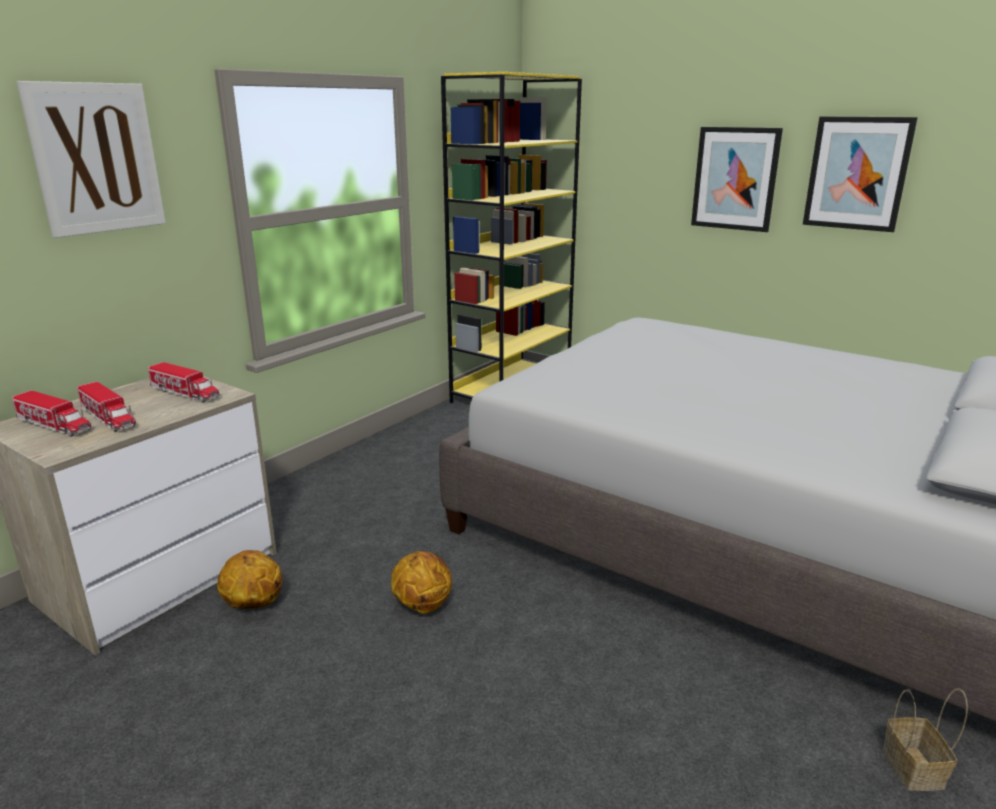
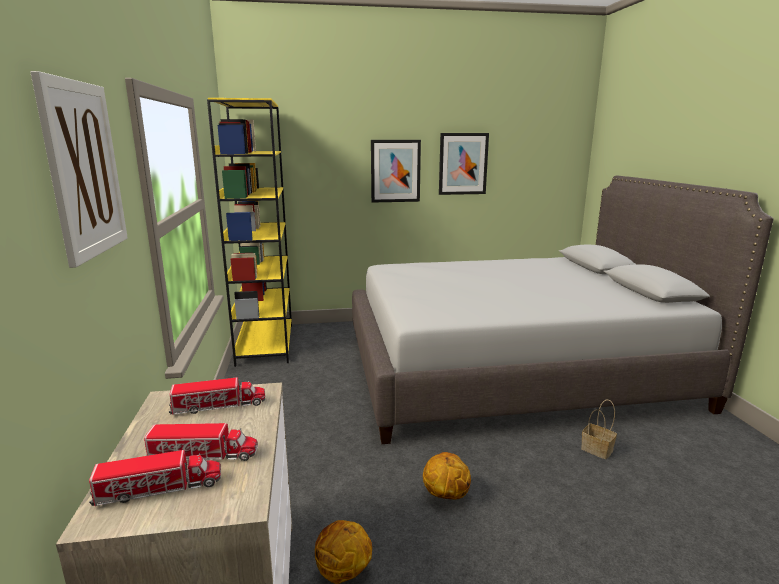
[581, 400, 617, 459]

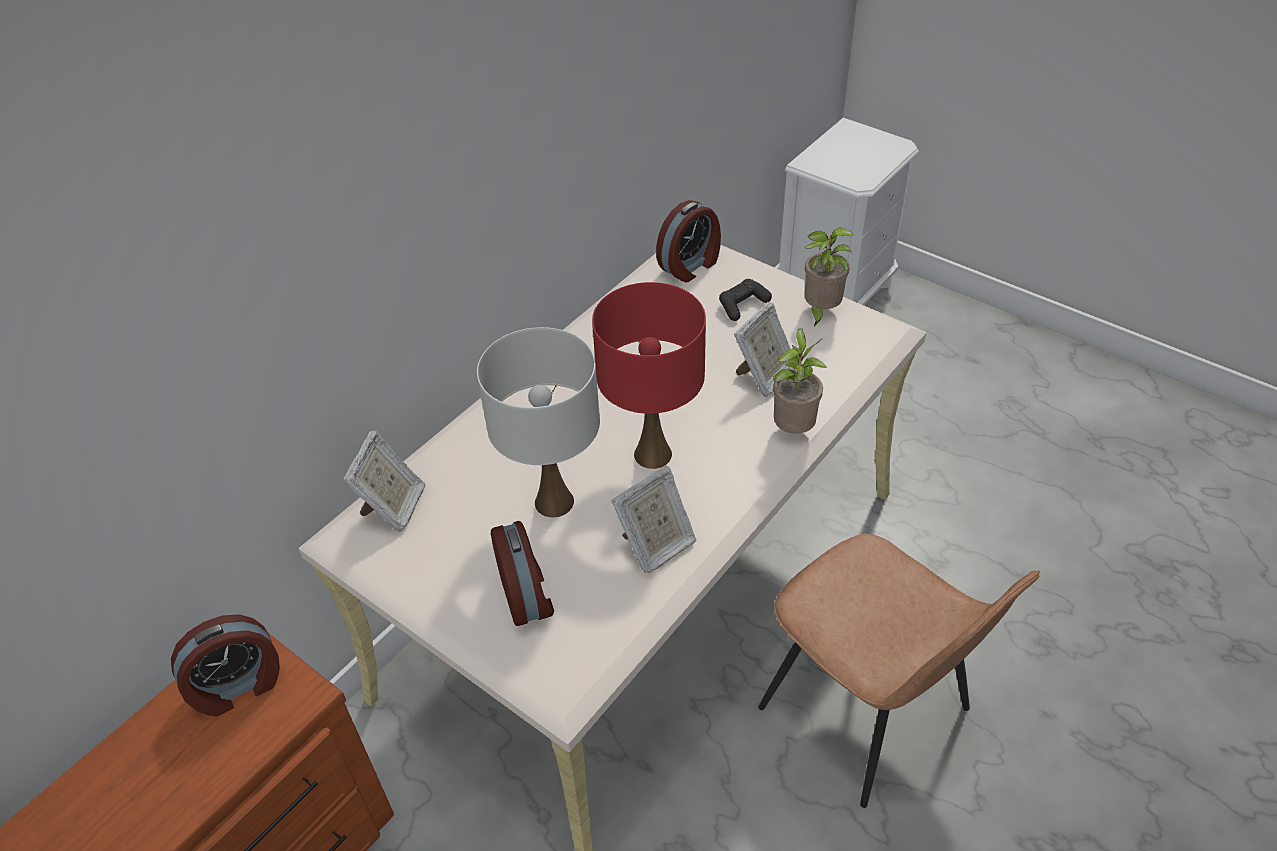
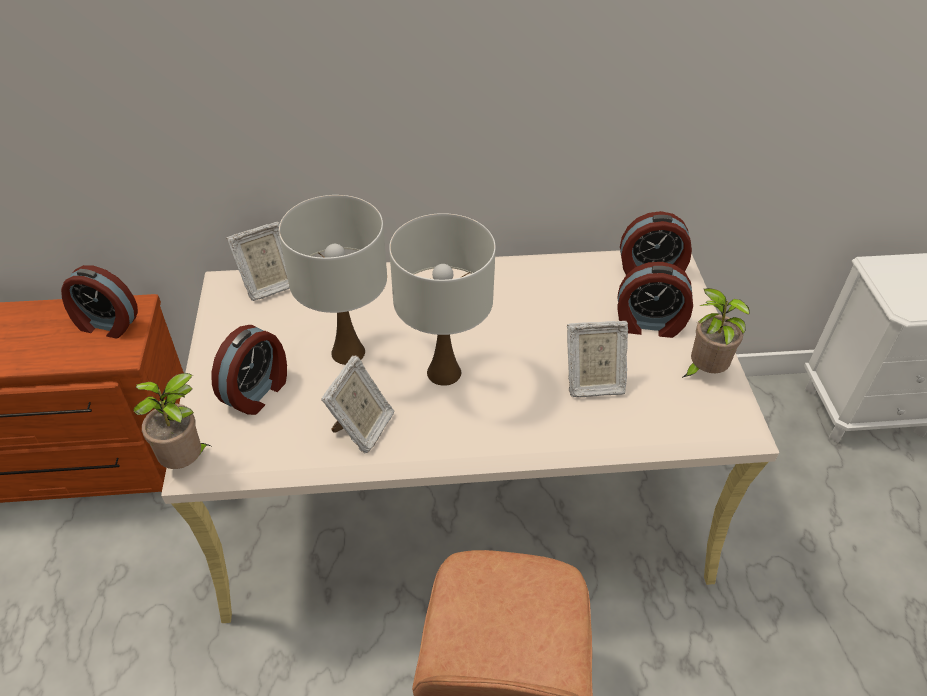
[133, 373, 213, 469]
[321, 355, 394, 454]
[389, 213, 496, 386]
[617, 262, 693, 338]

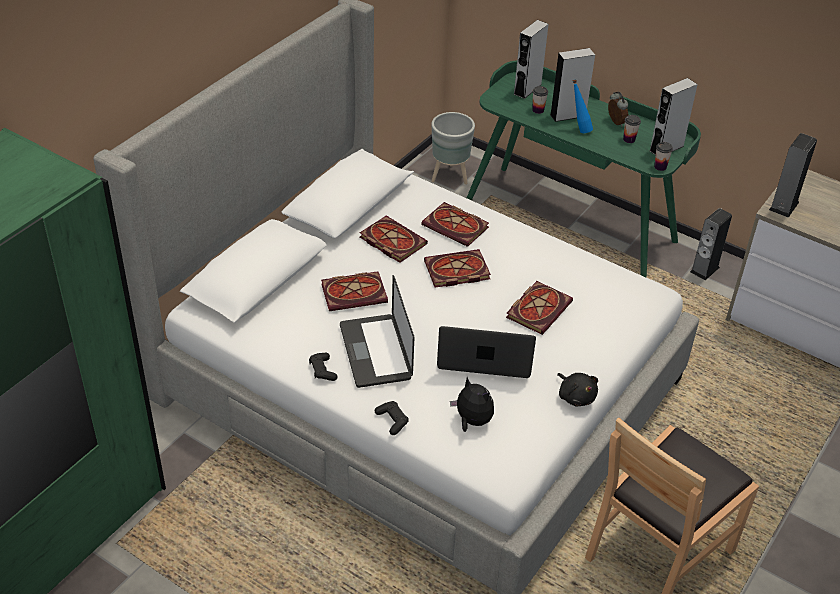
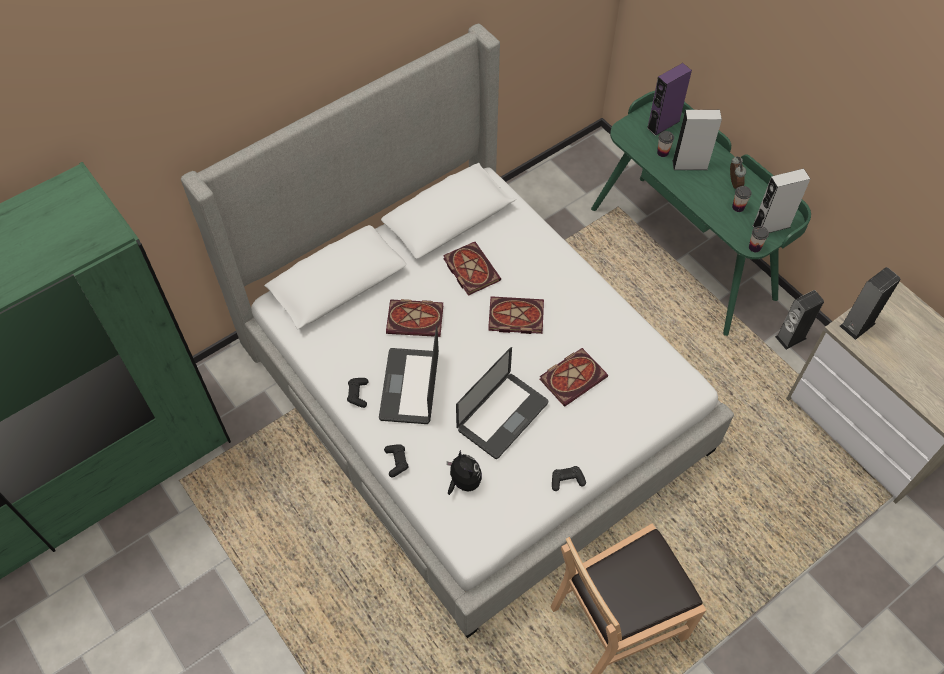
[456, 347, 548, 459]
[552, 466, 586, 491]
[647, 63, 692, 136]
[421, 202, 489, 247] (first image)
[431, 112, 475, 185] (first image)
[573, 80, 593, 133] (first image)

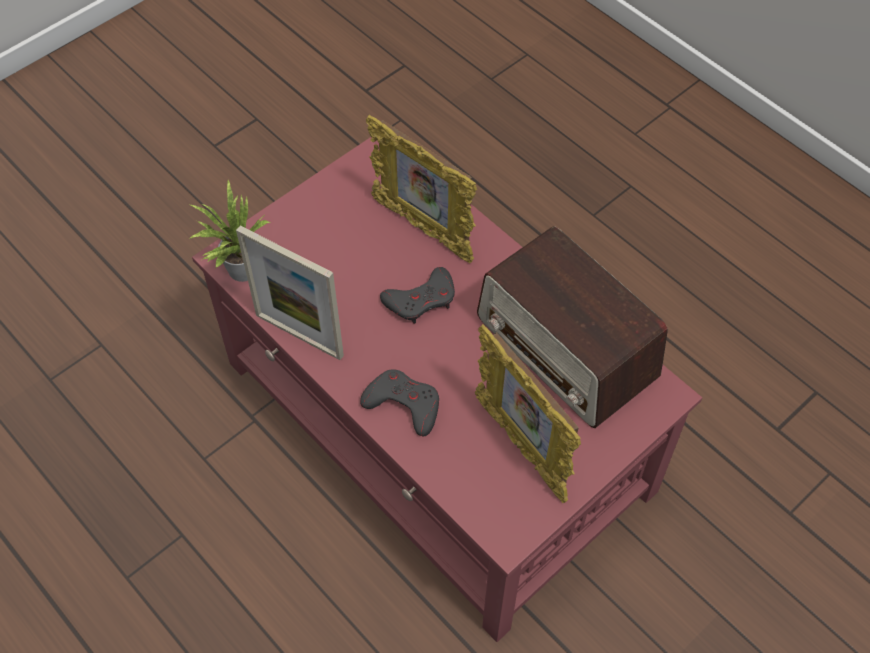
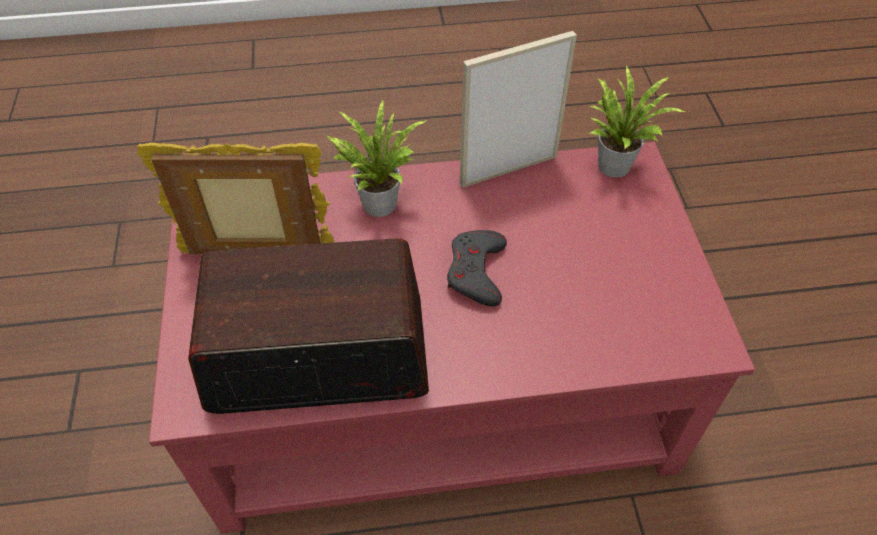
[326, 100, 427, 217]
[366, 115, 477, 263] (first image)

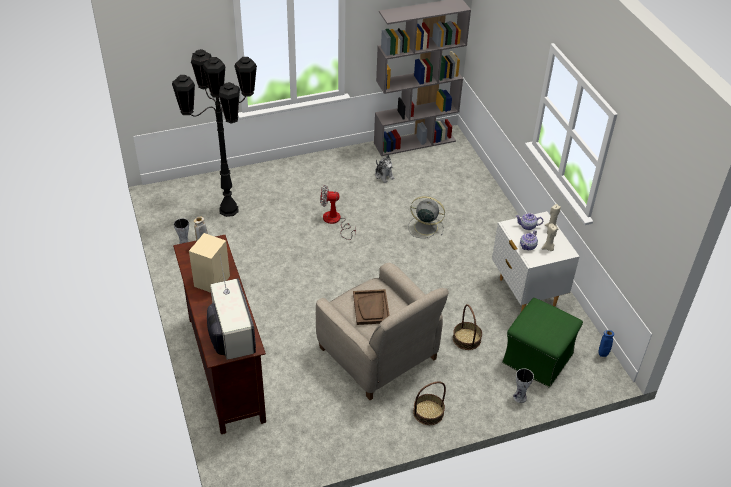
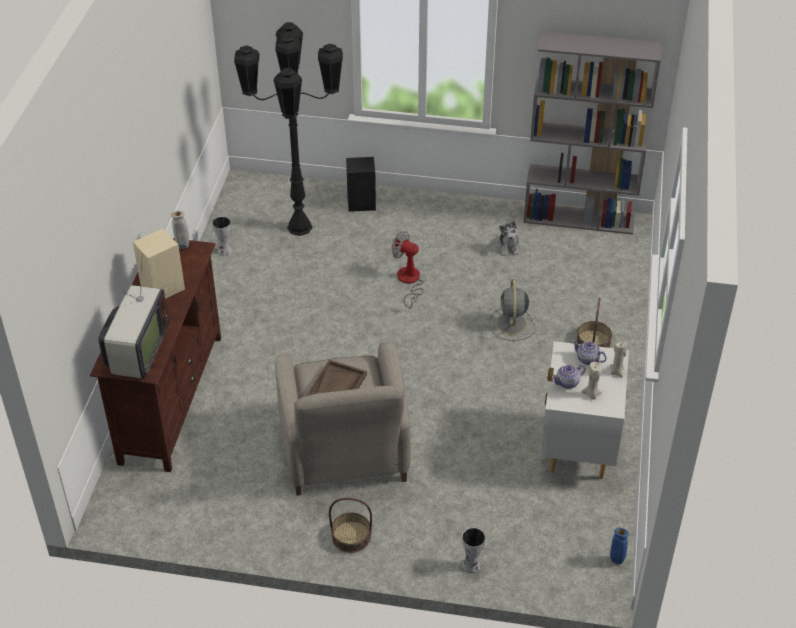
[346, 157, 376, 212]
[489, 279, 535, 341]
[576, 298, 612, 348]
[502, 298, 583, 387] (first image)

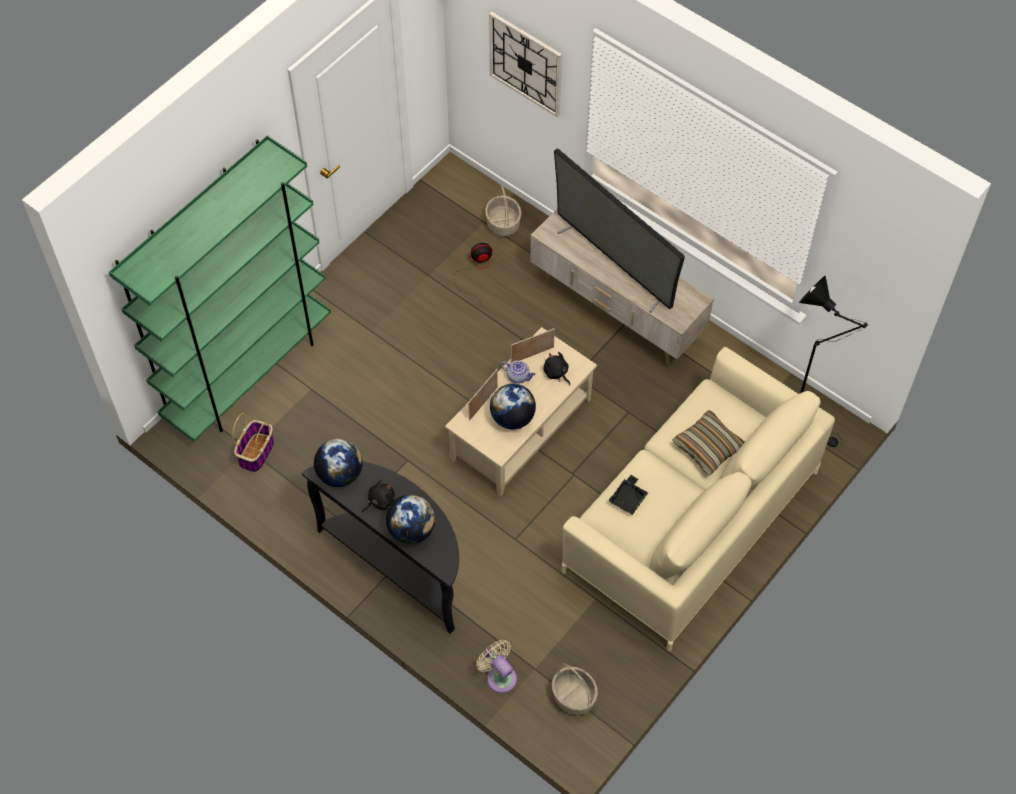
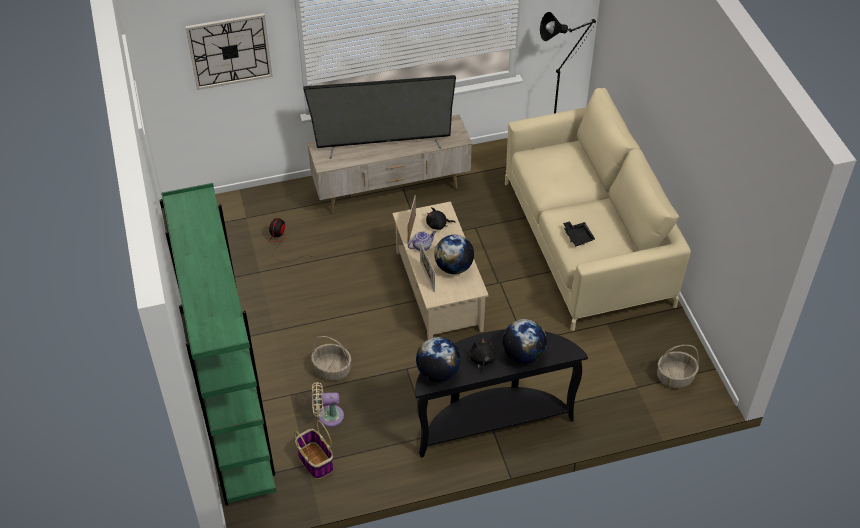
[311, 336, 351, 381]
[312, 382, 344, 427]
[672, 410, 745, 476] (first image)

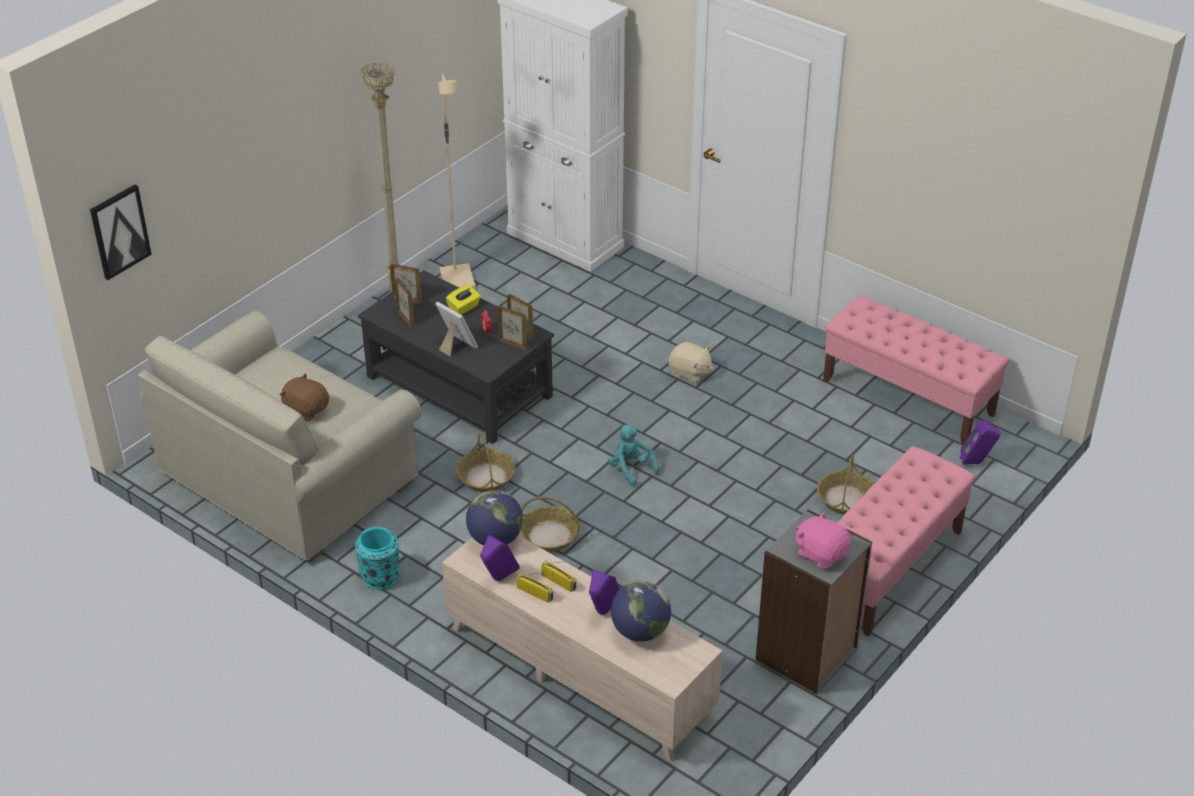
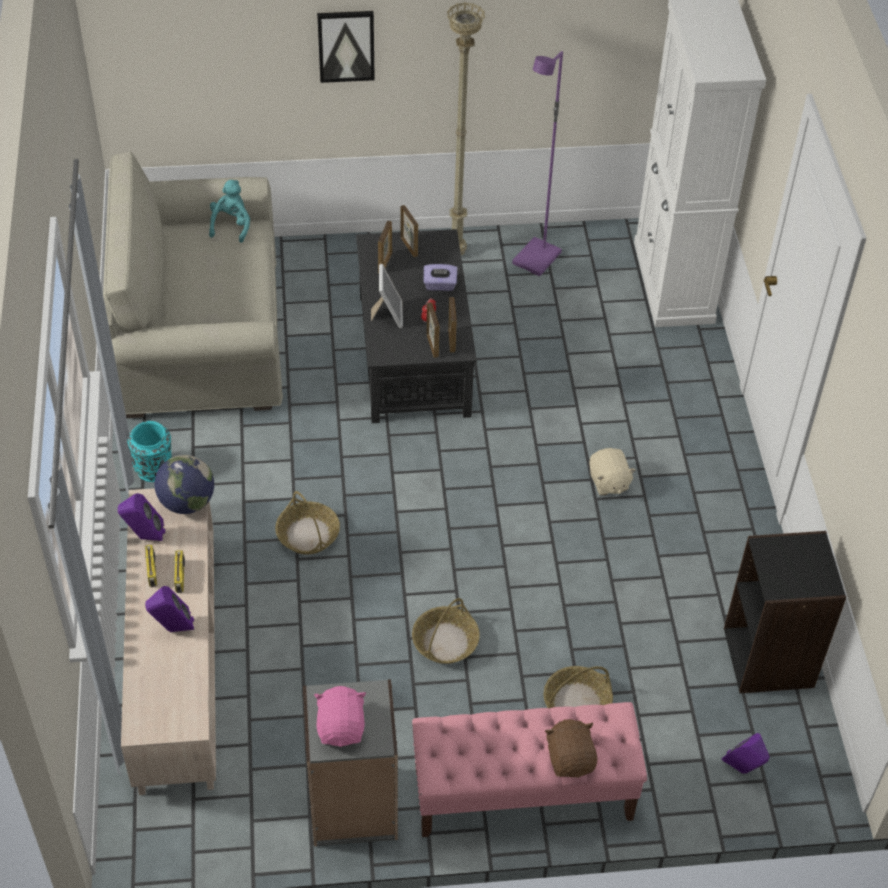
[209, 180, 250, 243]
[317, 11, 375, 83]
[412, 598, 480, 664]
[424, 264, 457, 291]
[512, 51, 563, 276]
[545, 719, 597, 778]
[724, 531, 846, 693]
[611, 581, 671, 642] (first image)

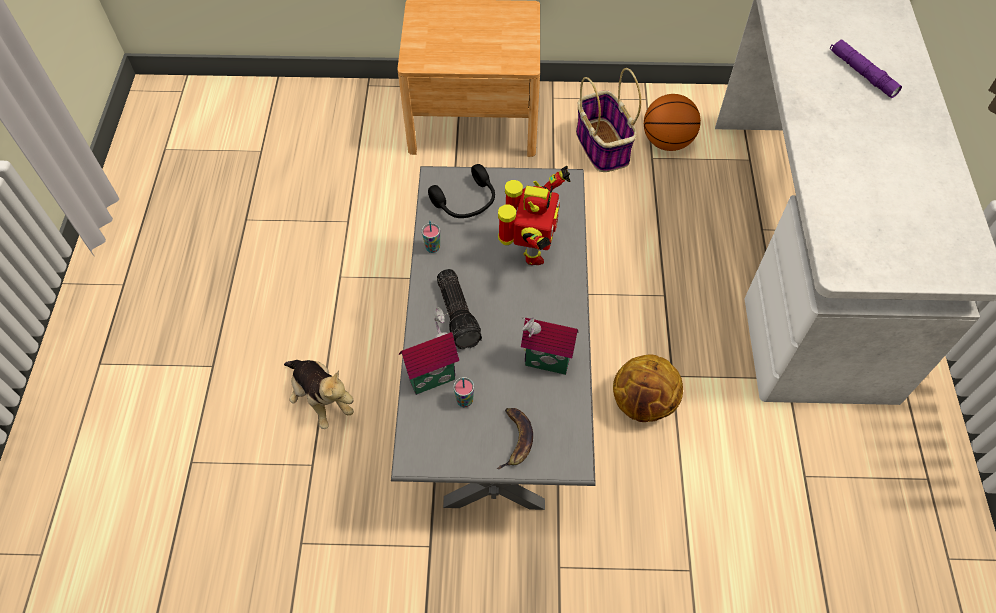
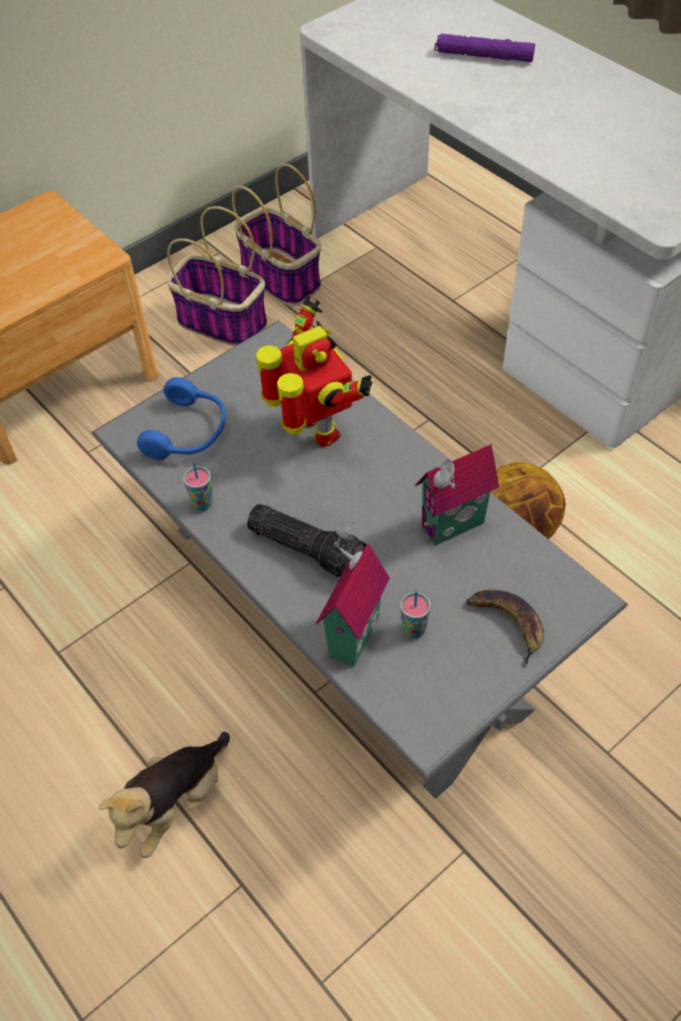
[98, 732, 230, 858]
[137, 377, 226, 459]
[232, 163, 321, 306]

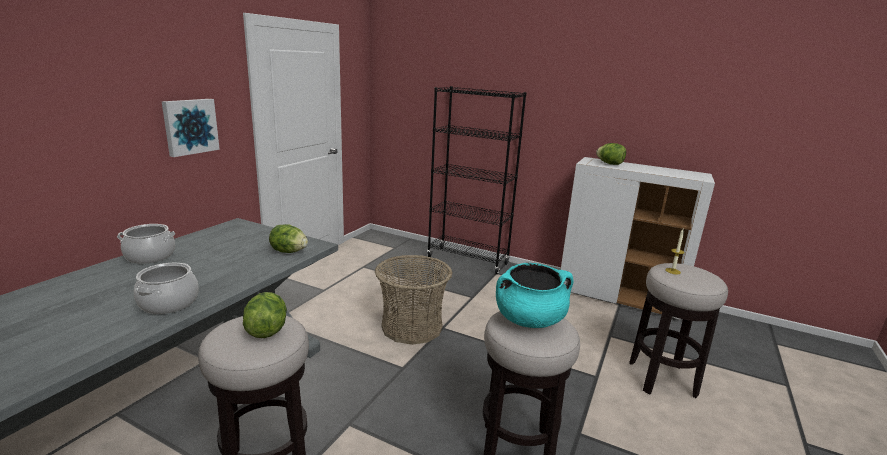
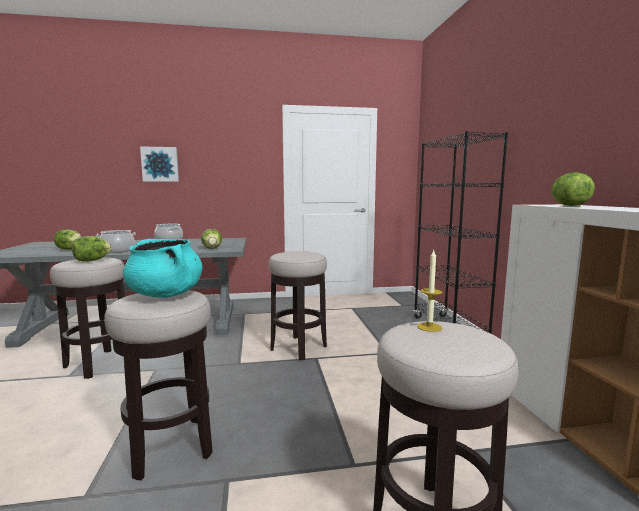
[54, 229, 82, 250]
[140, 146, 179, 182]
[269, 251, 327, 360]

